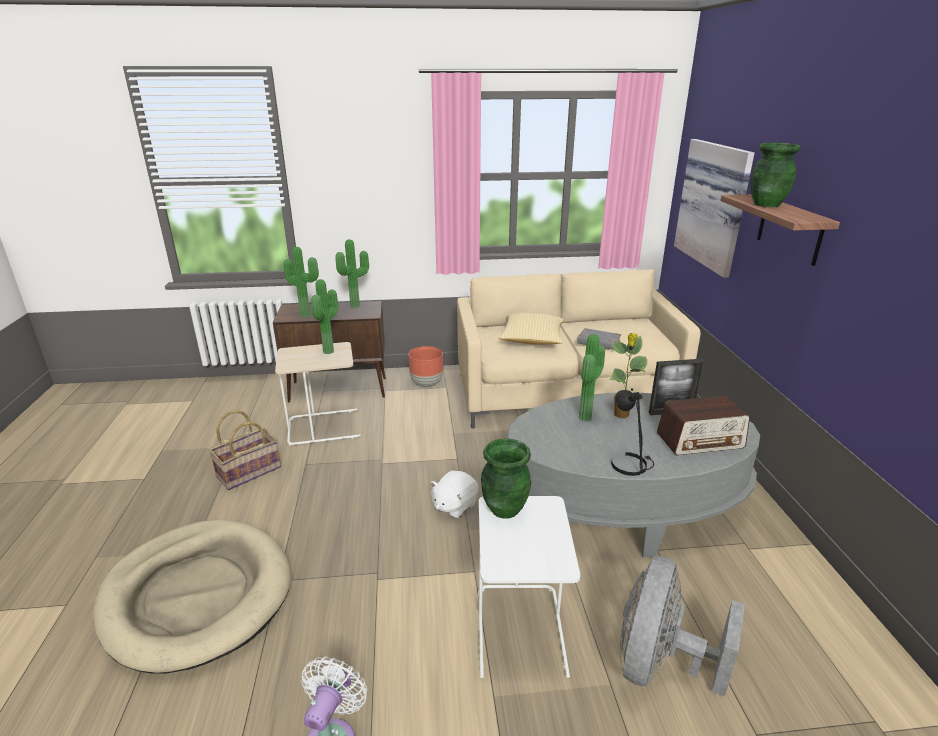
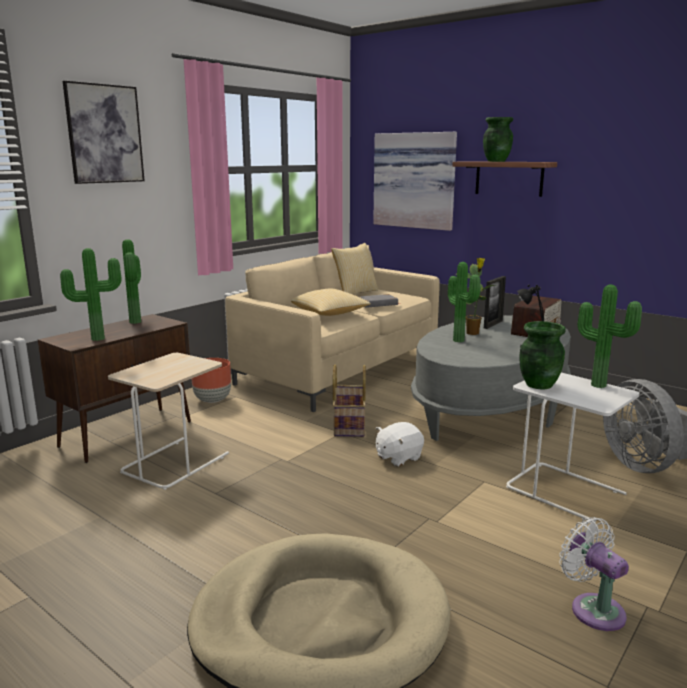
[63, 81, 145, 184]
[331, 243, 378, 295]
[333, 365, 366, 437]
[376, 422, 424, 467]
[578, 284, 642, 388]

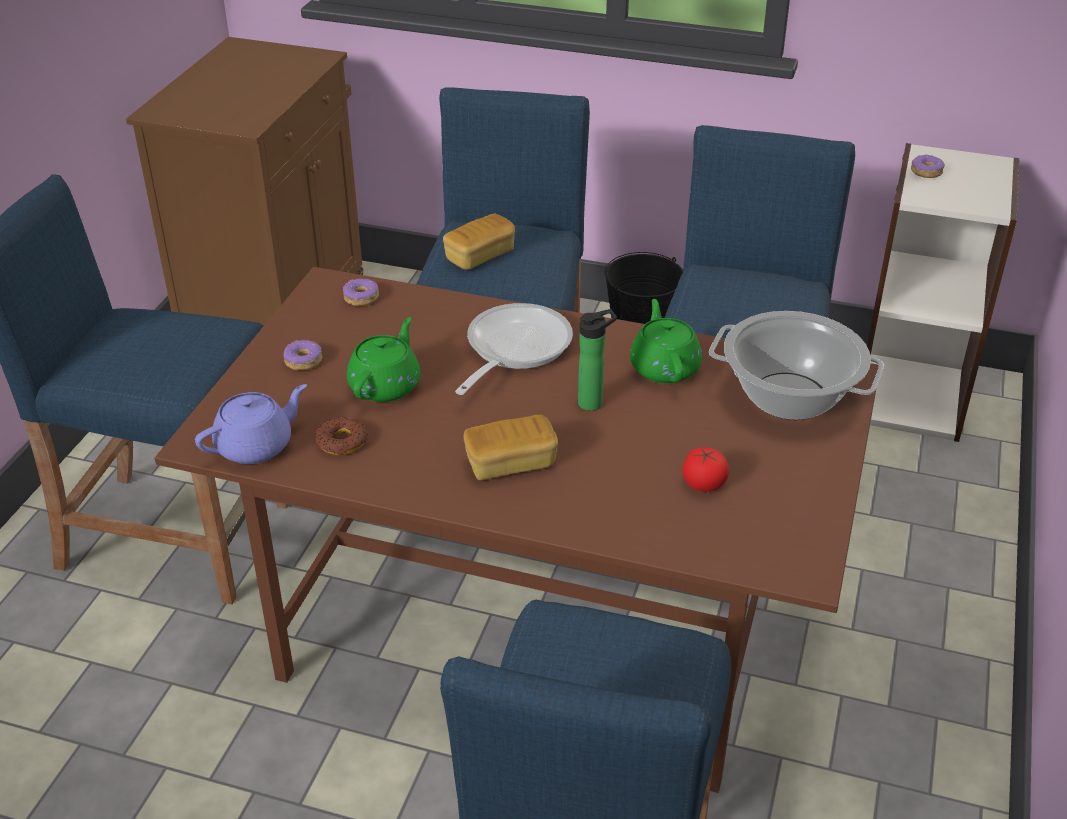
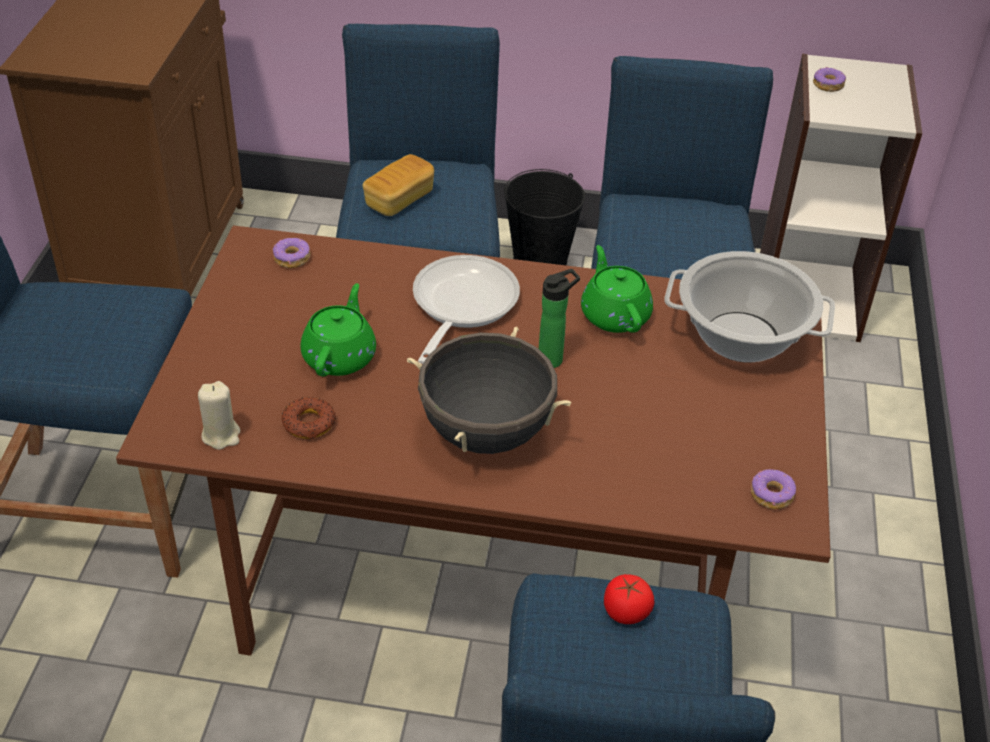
[198, 381, 240, 450]
[407, 327, 571, 454]
[604, 574, 655, 624]
[751, 469, 796, 509]

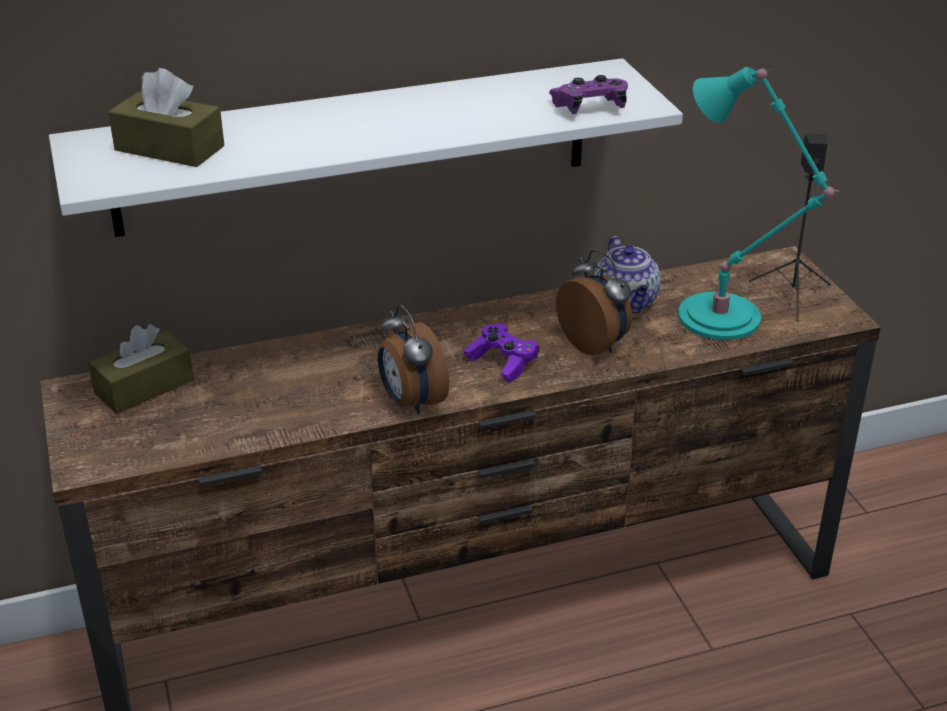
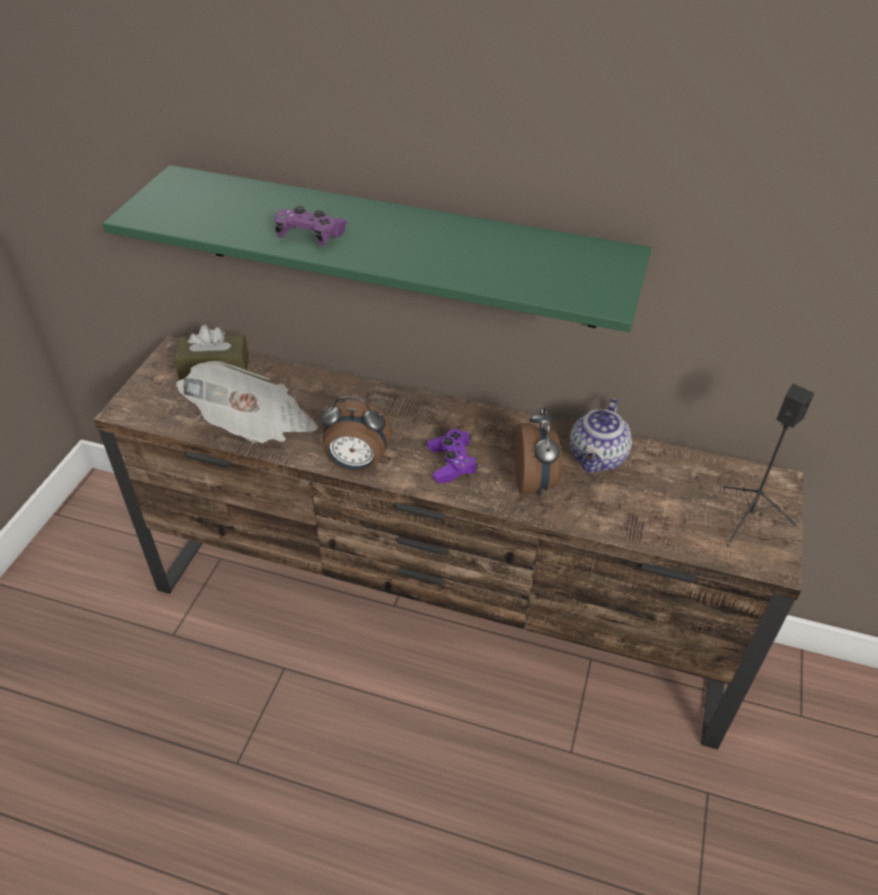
[103, 165, 651, 332]
[176, 361, 318, 444]
[275, 206, 348, 246]
[320, 397, 392, 471]
[108, 68, 224, 167] (first image)
[678, 67, 839, 340] (first image)

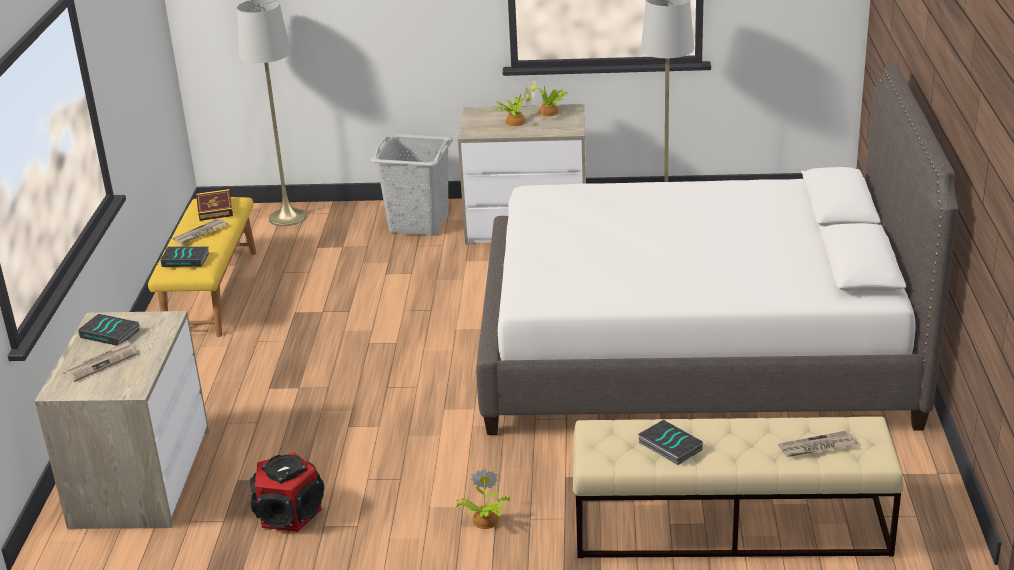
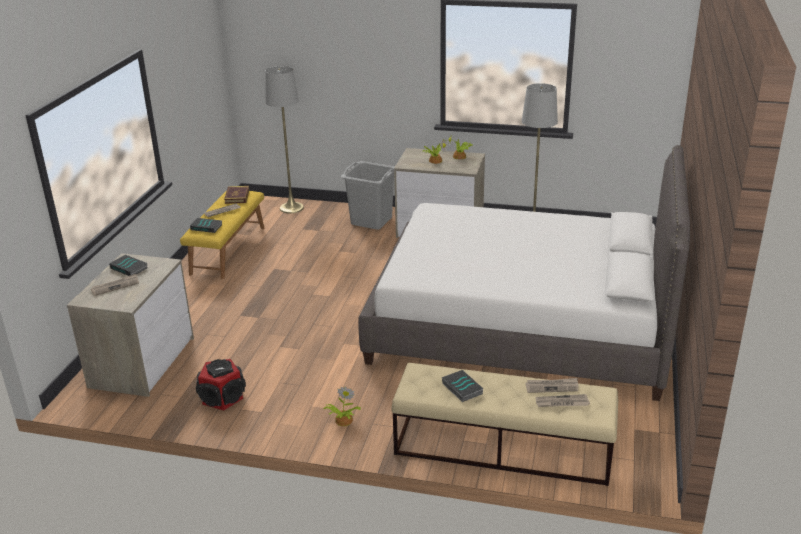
[526, 378, 578, 393]

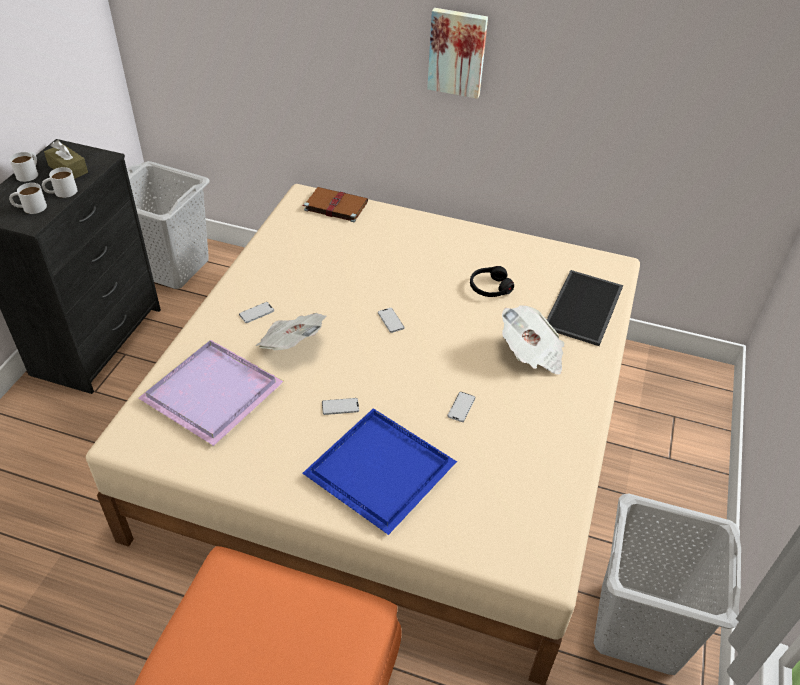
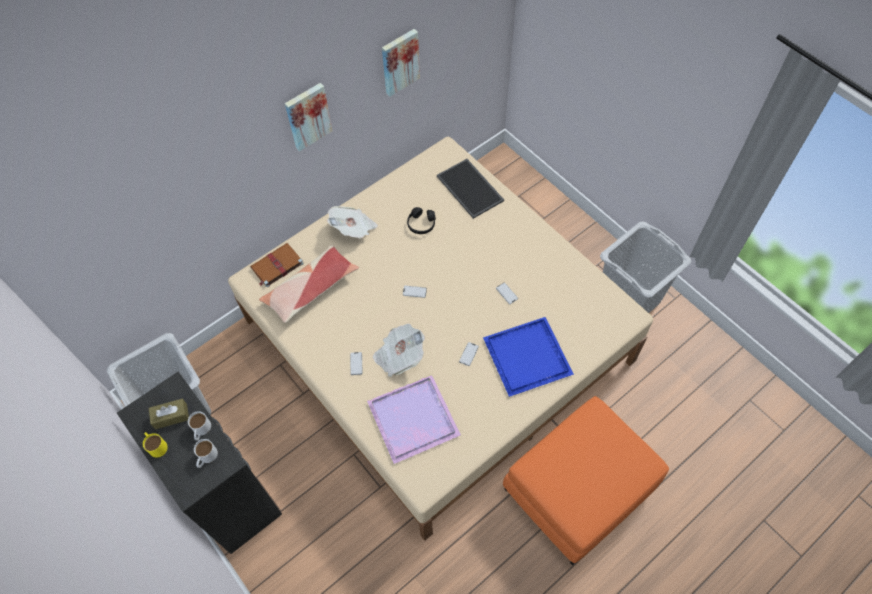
[143, 432, 168, 458]
[259, 245, 359, 323]
[327, 206, 378, 239]
[382, 29, 420, 96]

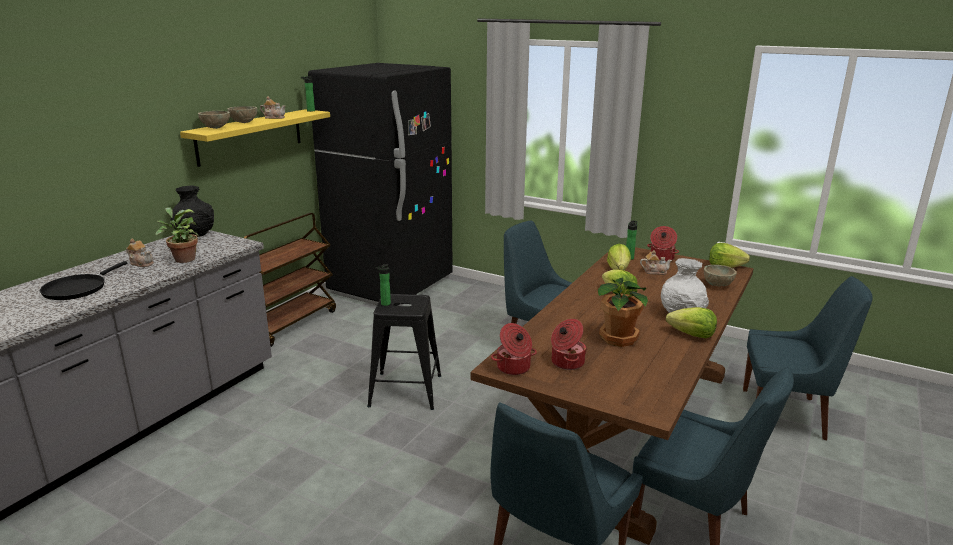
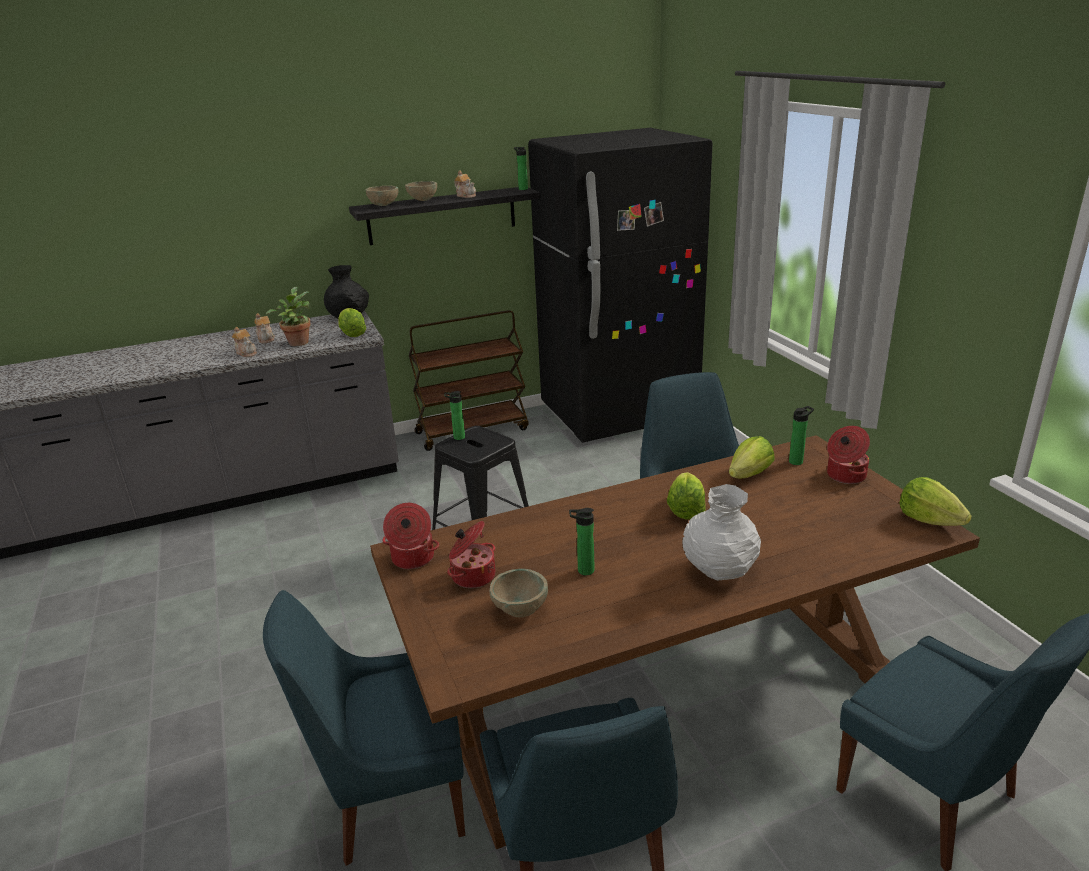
[232, 327, 257, 357]
[338, 308, 366, 337]
[349, 187, 540, 245]
[490, 569, 548, 618]
[569, 508, 595, 575]
[40, 261, 128, 300] (first image)

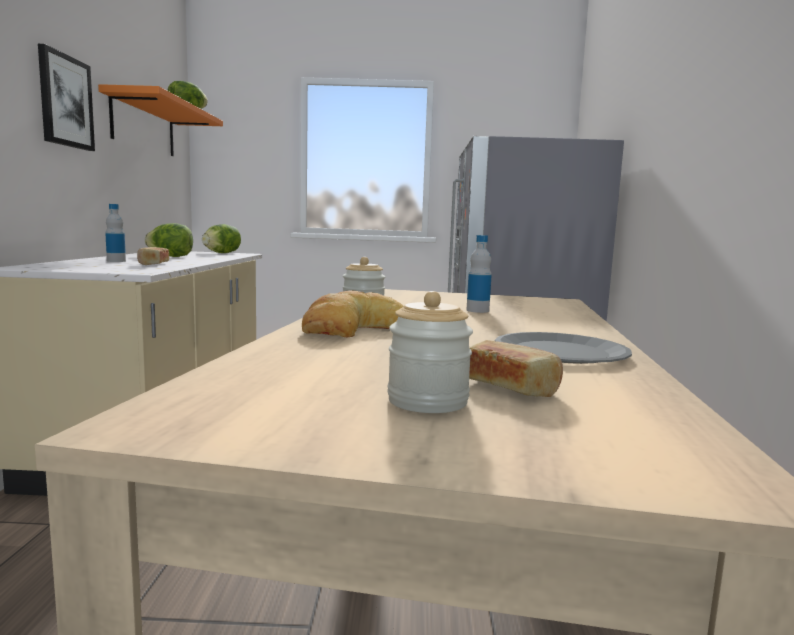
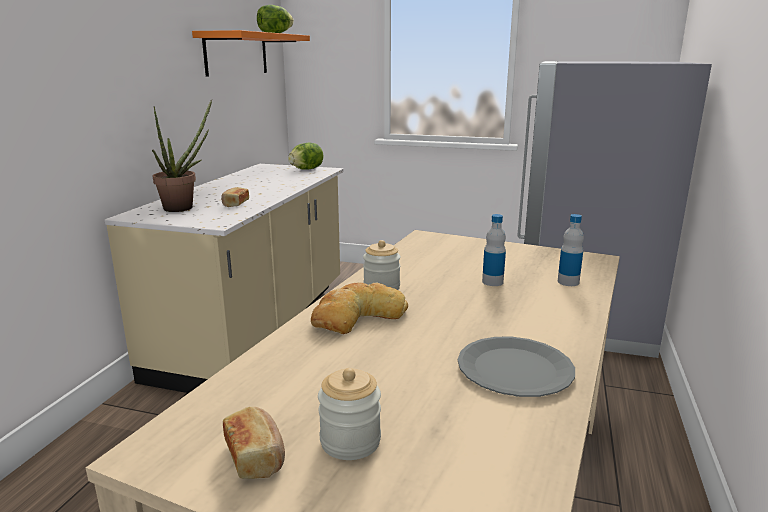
[152, 99, 212, 212]
[223, 407, 285, 479]
[558, 214, 584, 286]
[38, 44, 95, 151] (first image)
[145, 223, 193, 257] (first image)

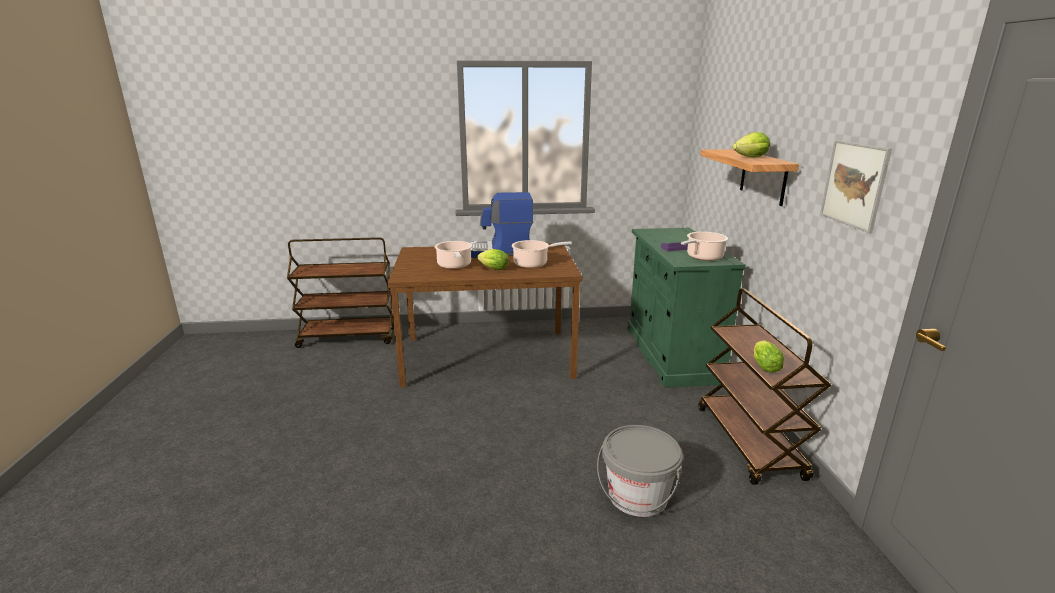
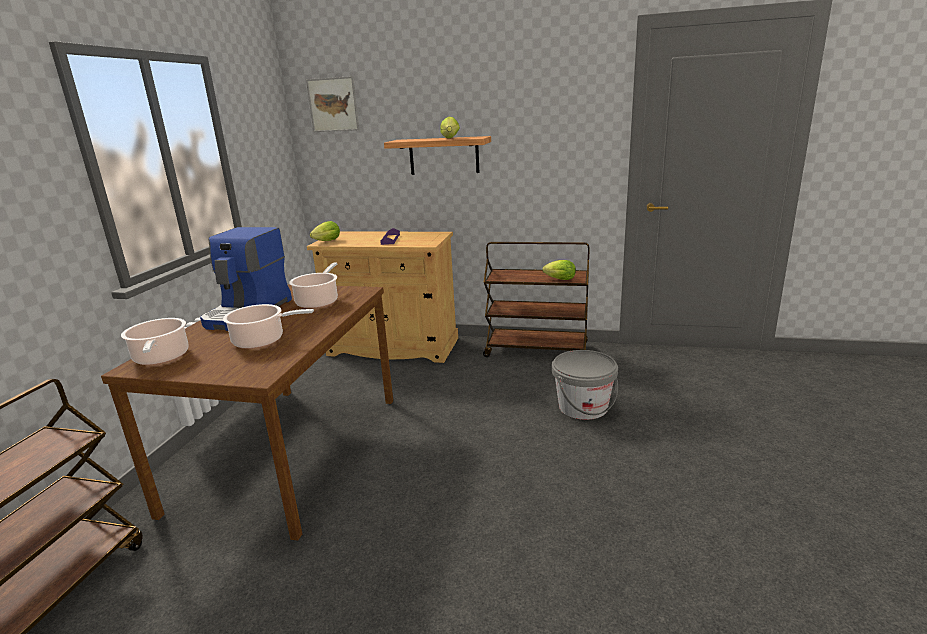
[121, 318, 189, 365]
[306, 76, 359, 132]
[307, 232, 458, 363]
[310, 221, 340, 241]

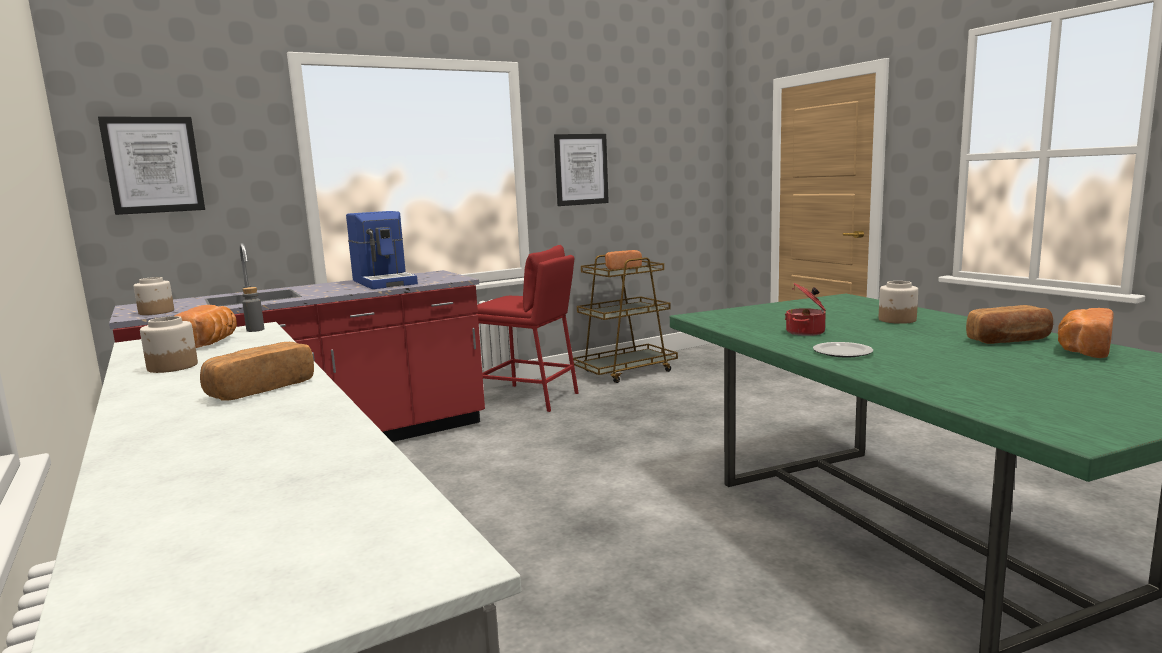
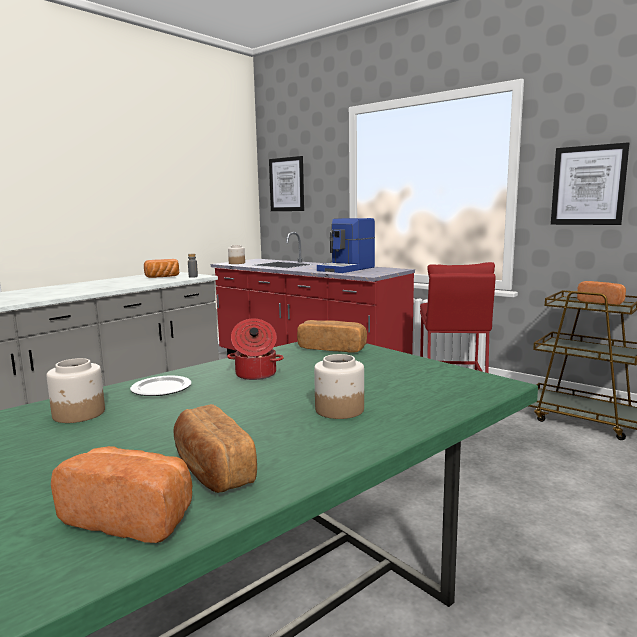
[47, 358, 105, 423]
[297, 320, 367, 353]

